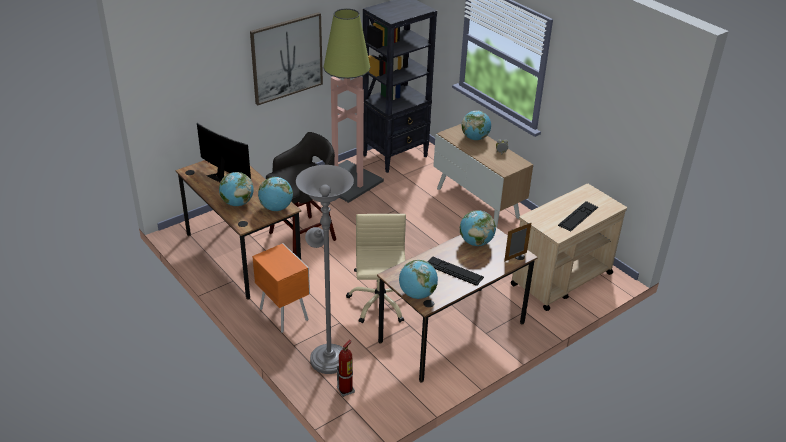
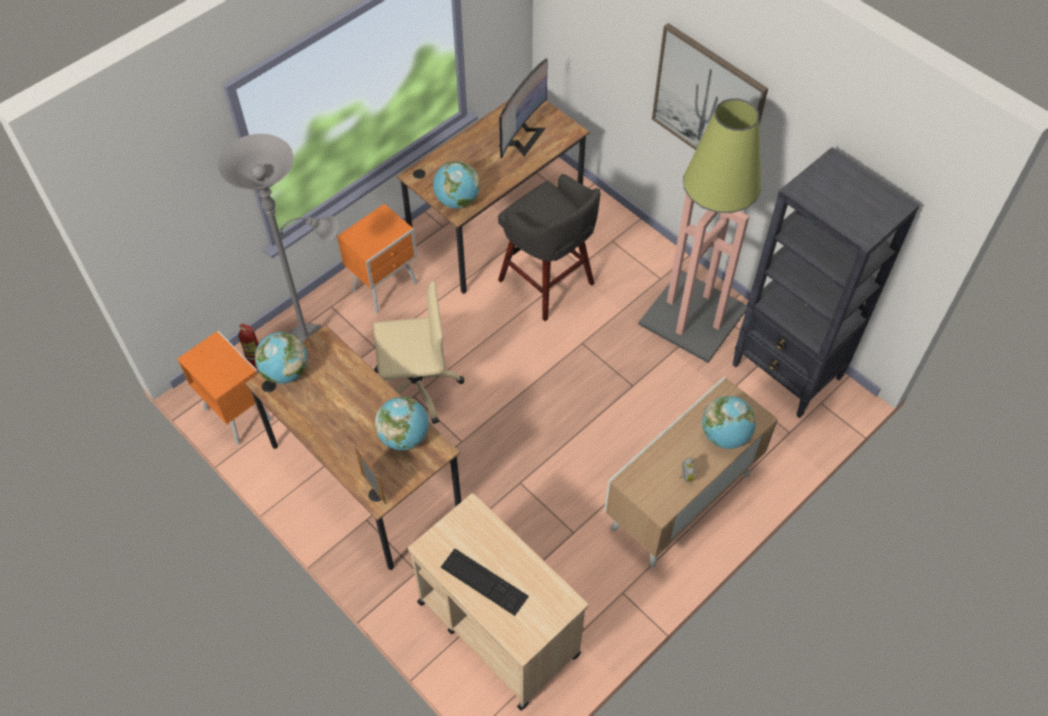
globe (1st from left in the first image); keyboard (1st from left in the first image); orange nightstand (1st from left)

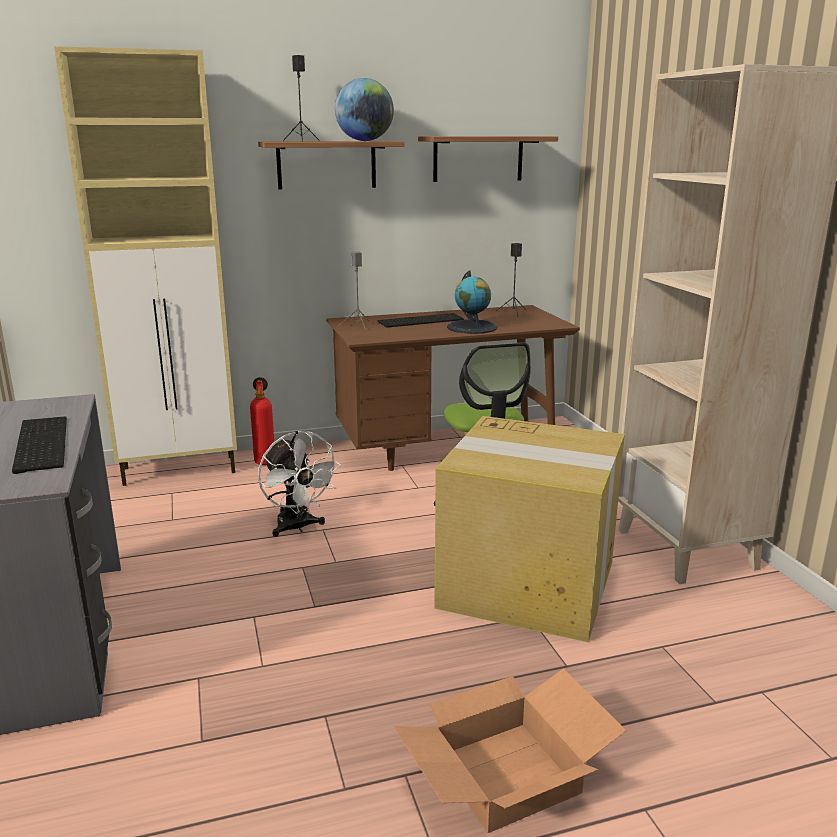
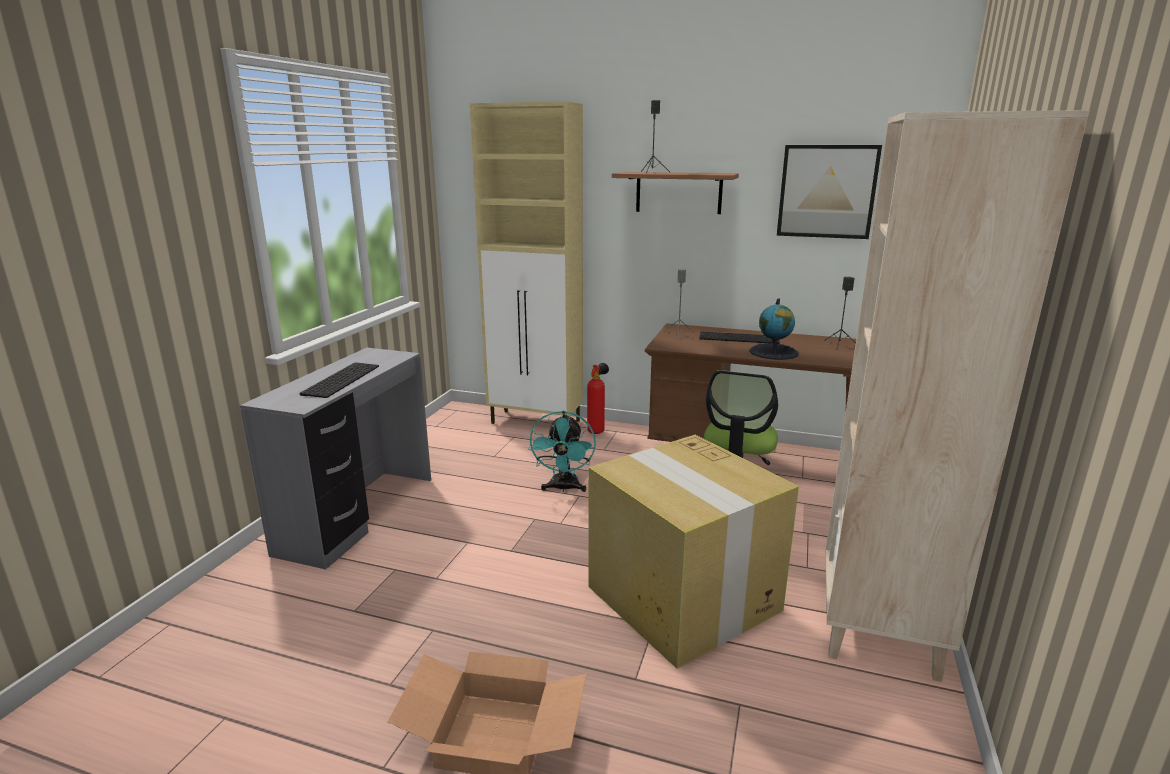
globe (1st from left in the first image); picture; turquoise fan

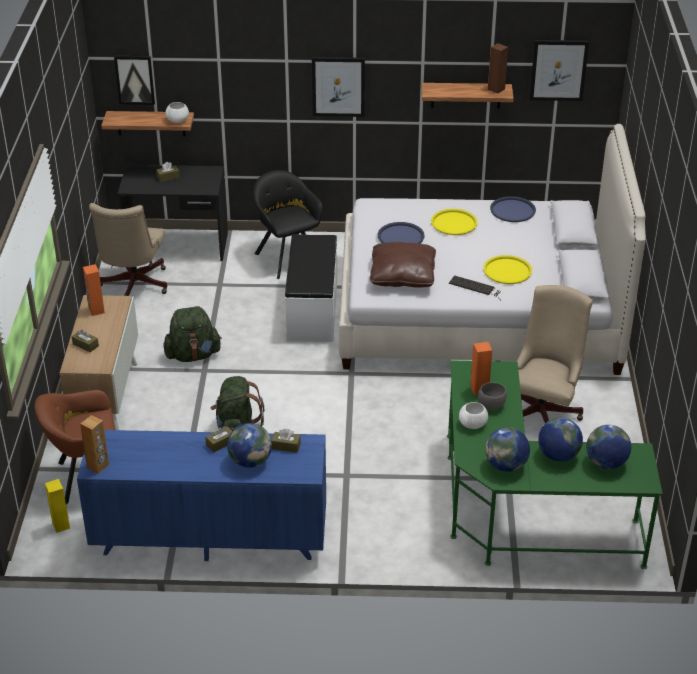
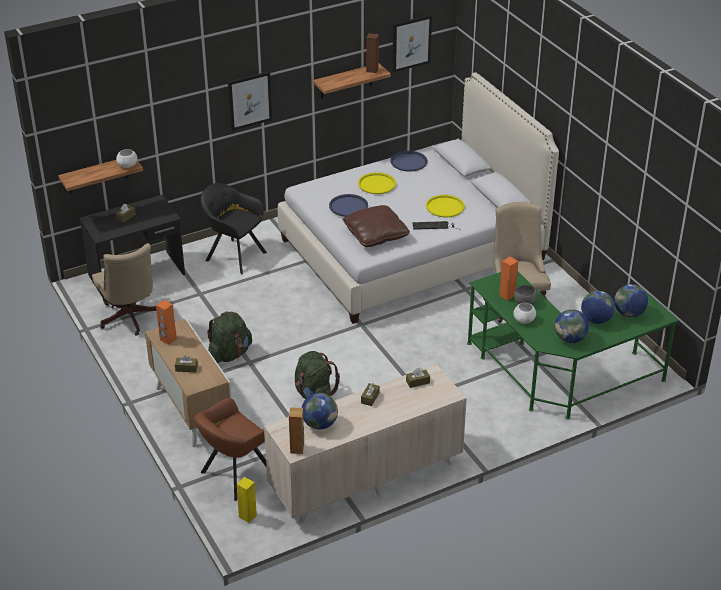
picture (1st from left in the first image); white bench; globe (1st from left); beige dresser

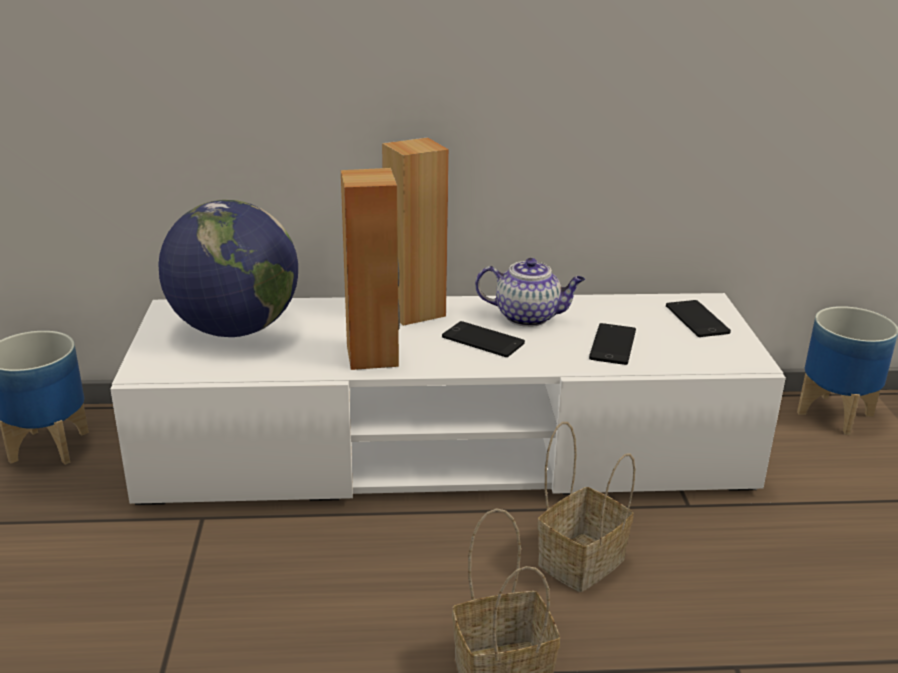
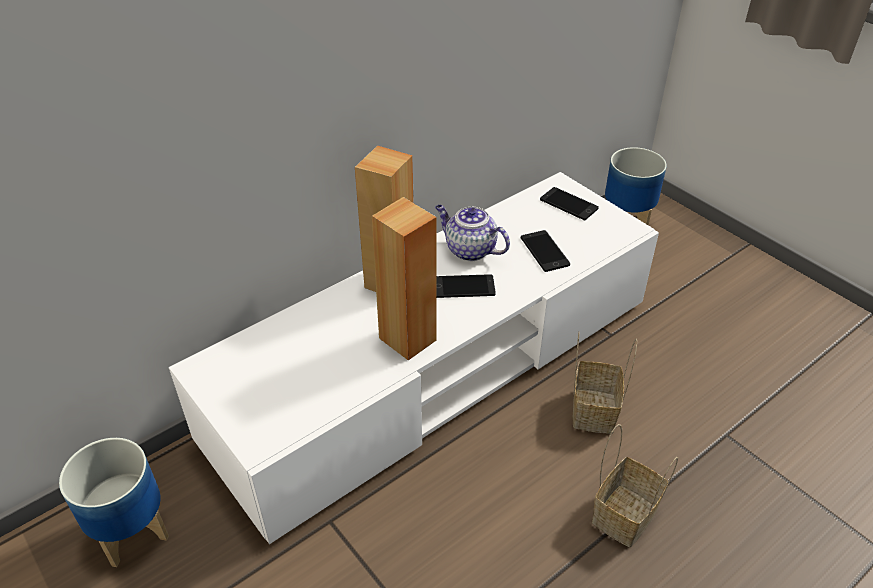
globe; teapot

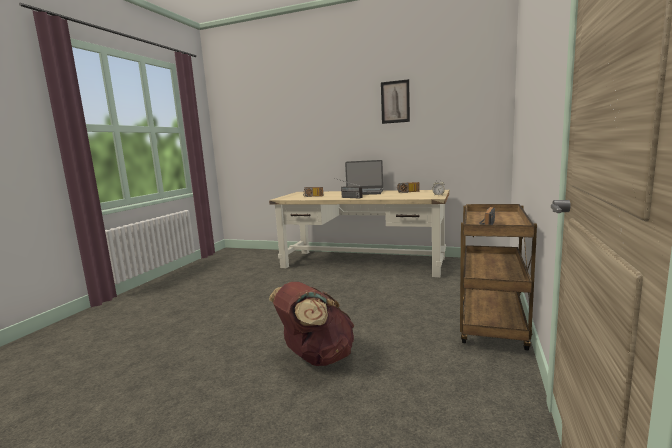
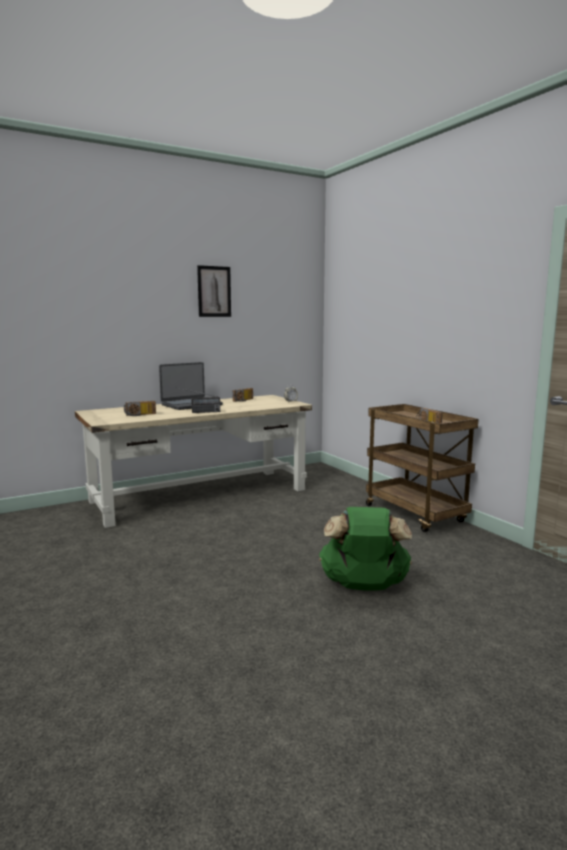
green backpack

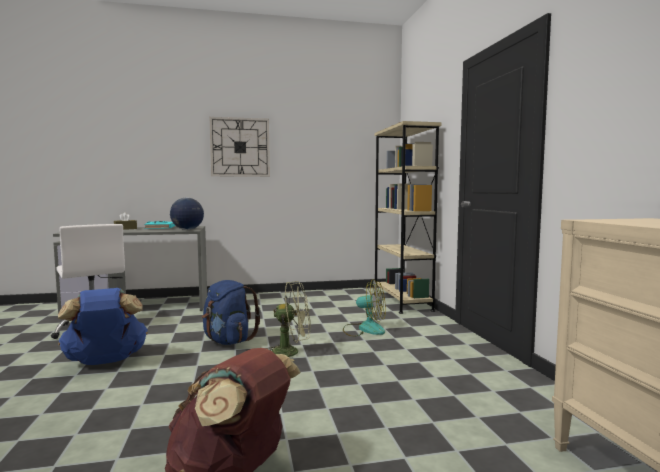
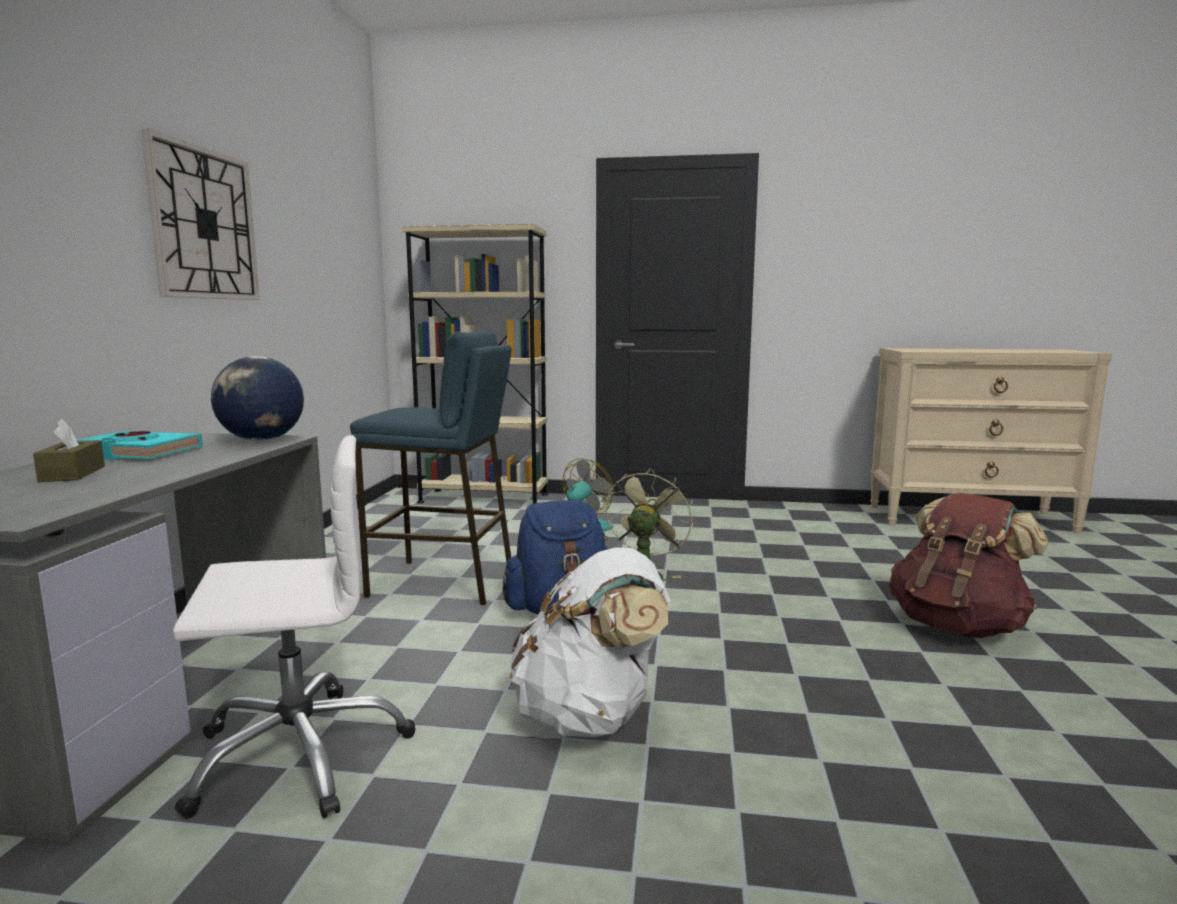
white backpack; blue stool

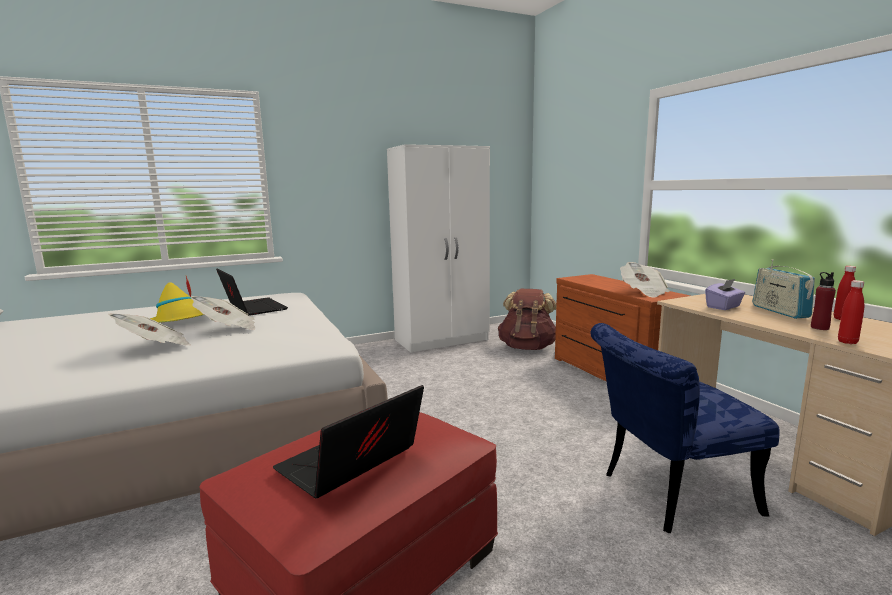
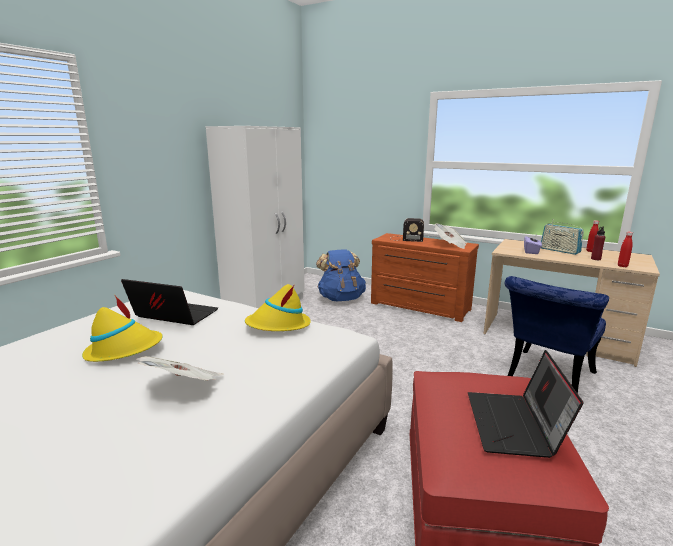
blue backpack; newspaper (2nd from left in the first image); radio (1st from left); yellow hat (2nd from left)

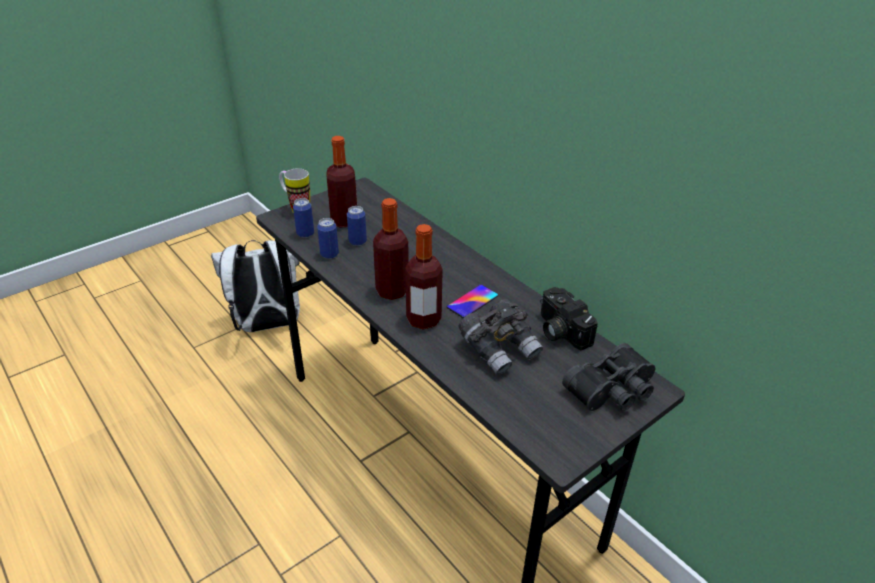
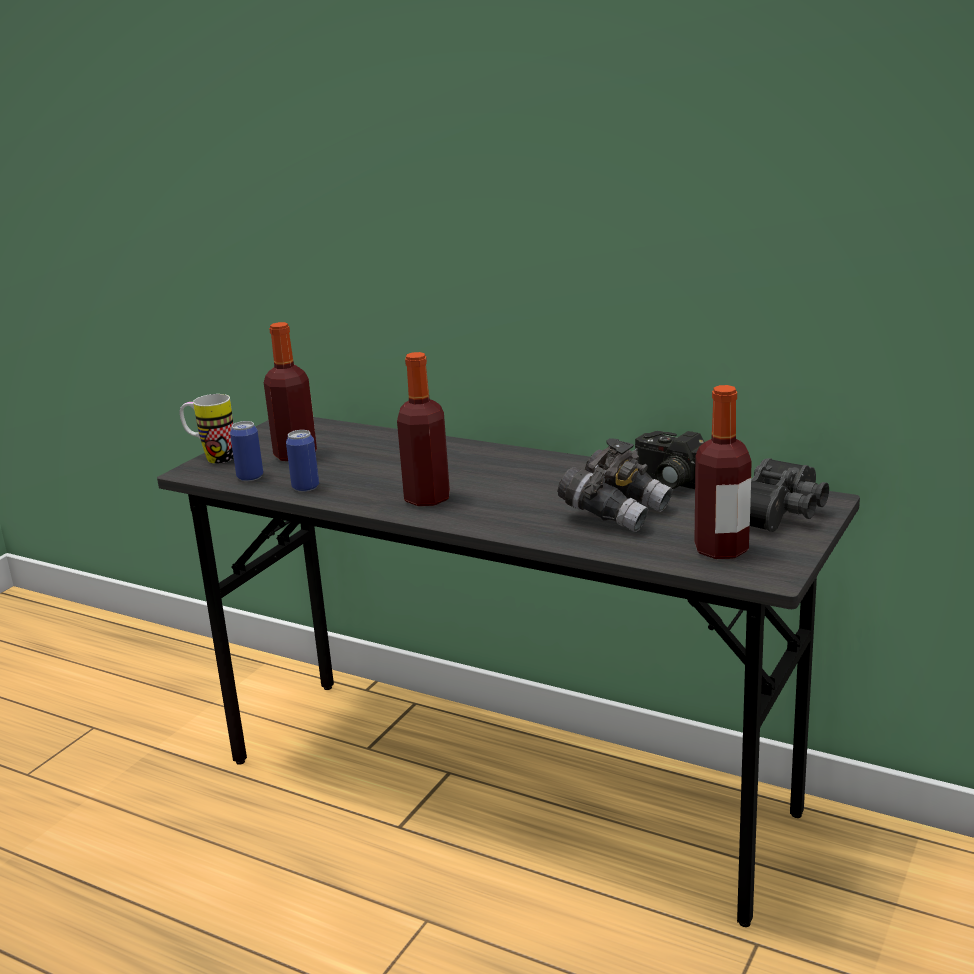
can (3rd from left in the first image); bottle (3rd from left); white backpack; phone

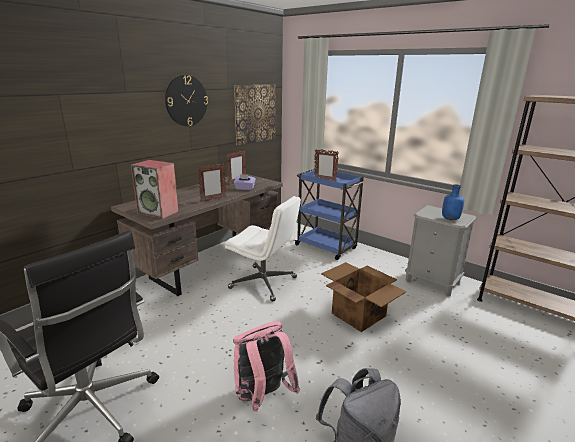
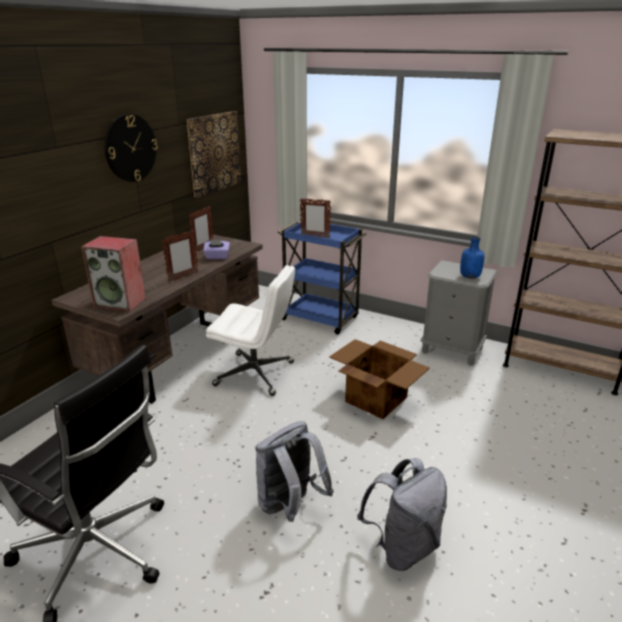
grey backpack (1st from left)

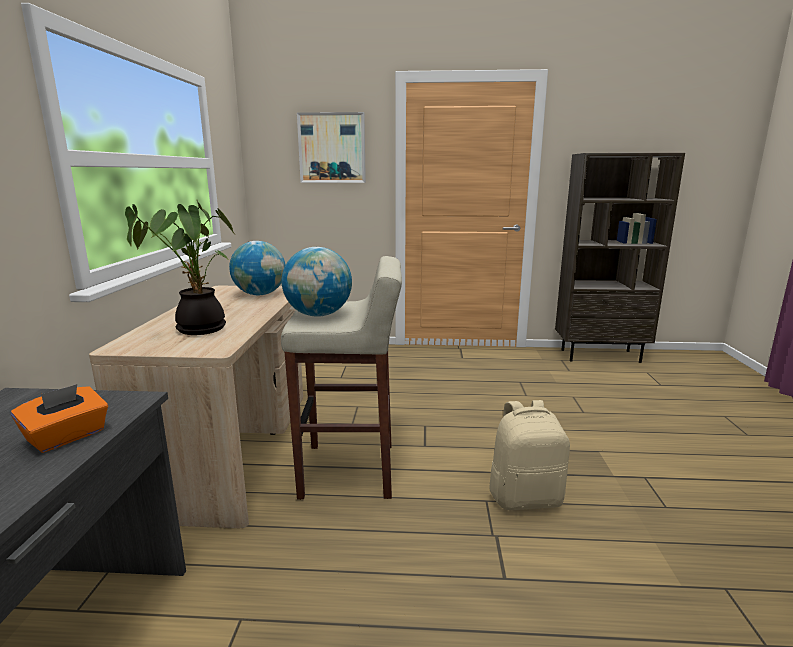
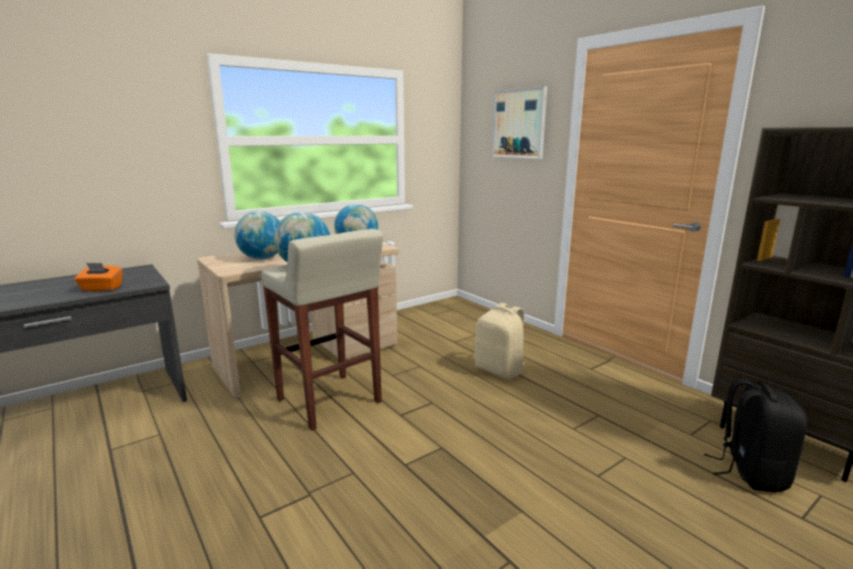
globe (1st from left); beige backpack; black backpack

